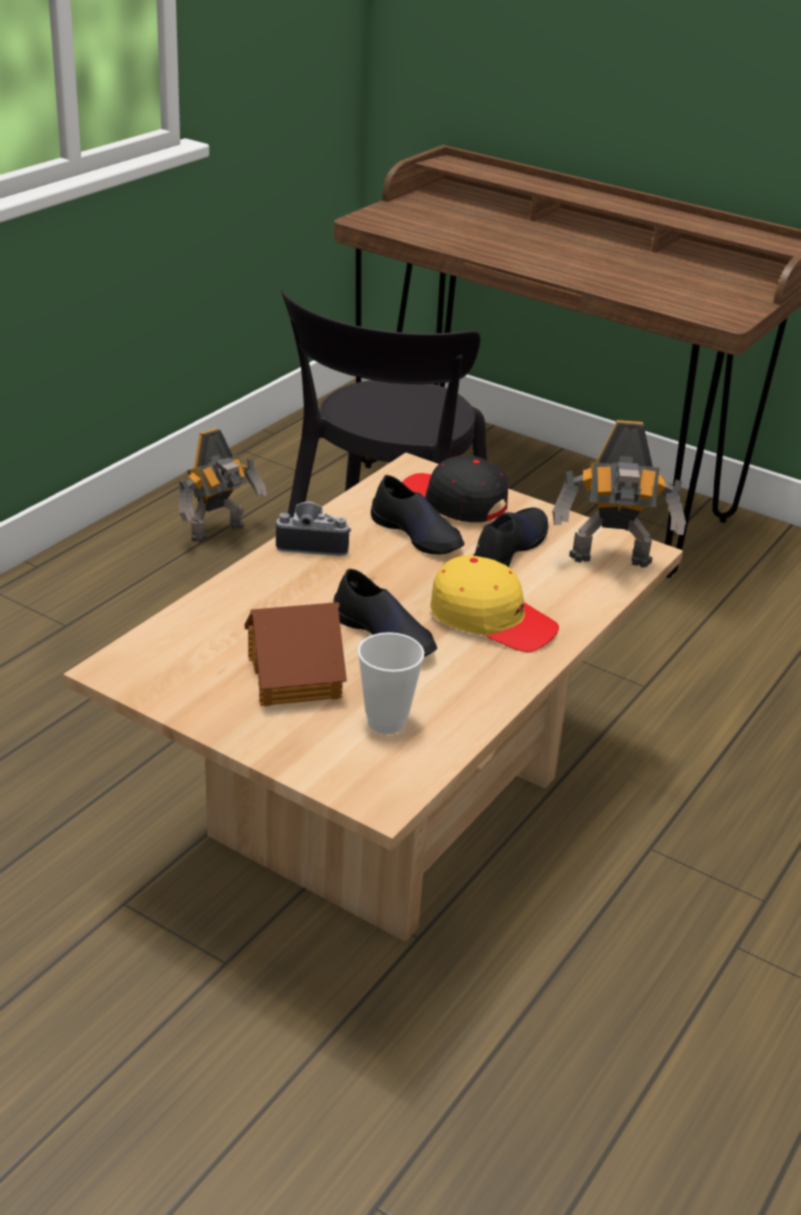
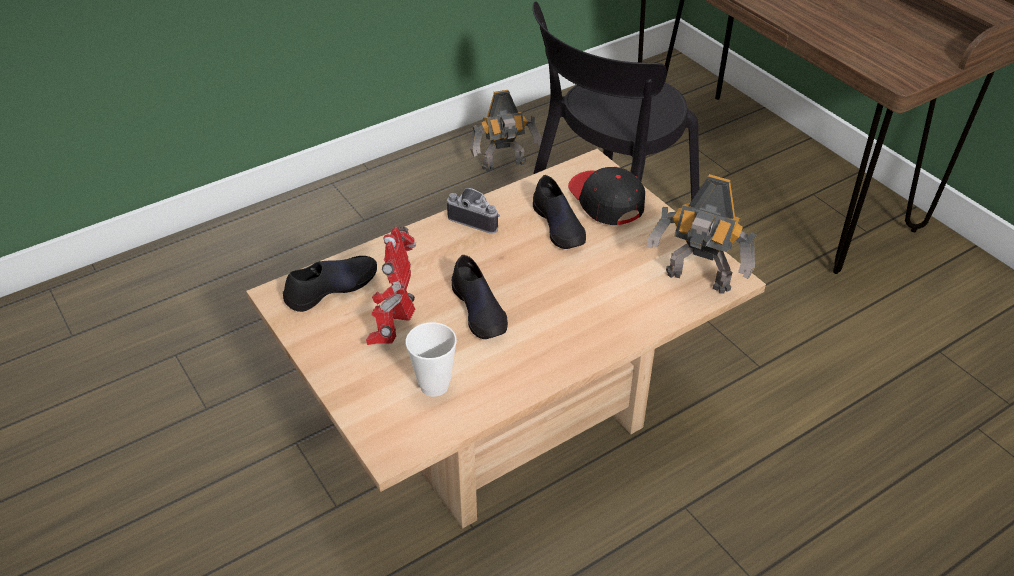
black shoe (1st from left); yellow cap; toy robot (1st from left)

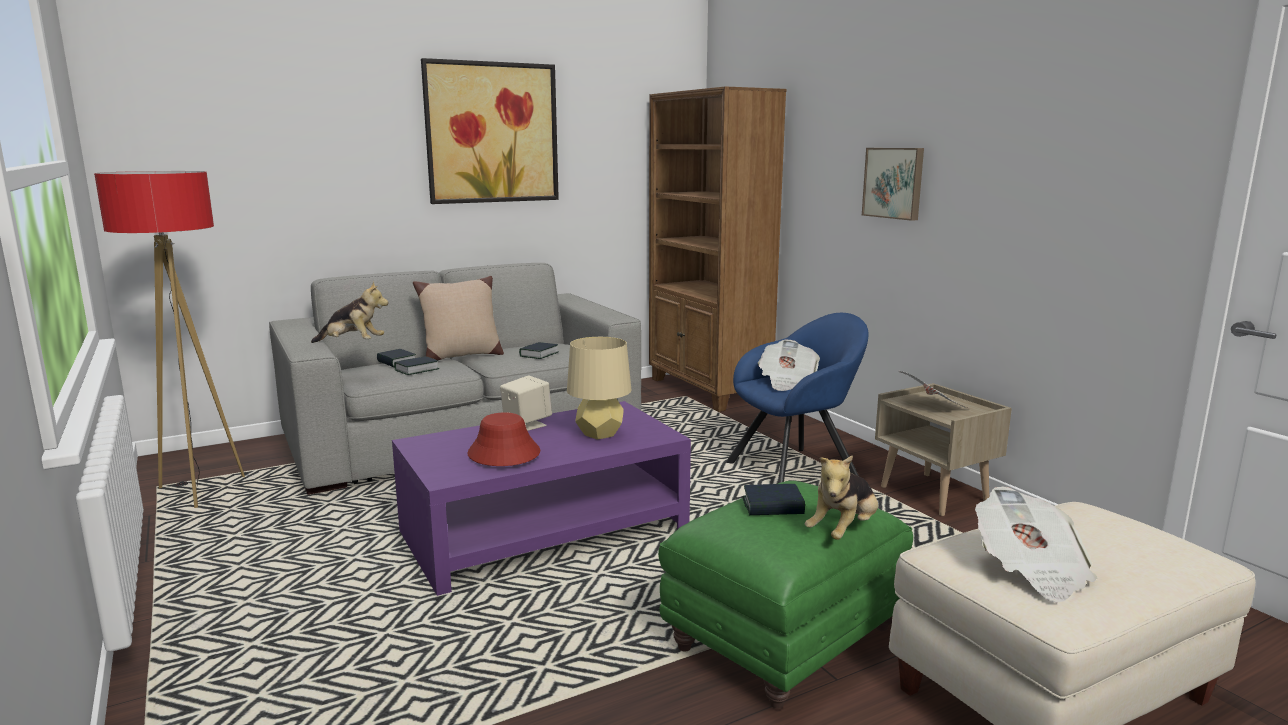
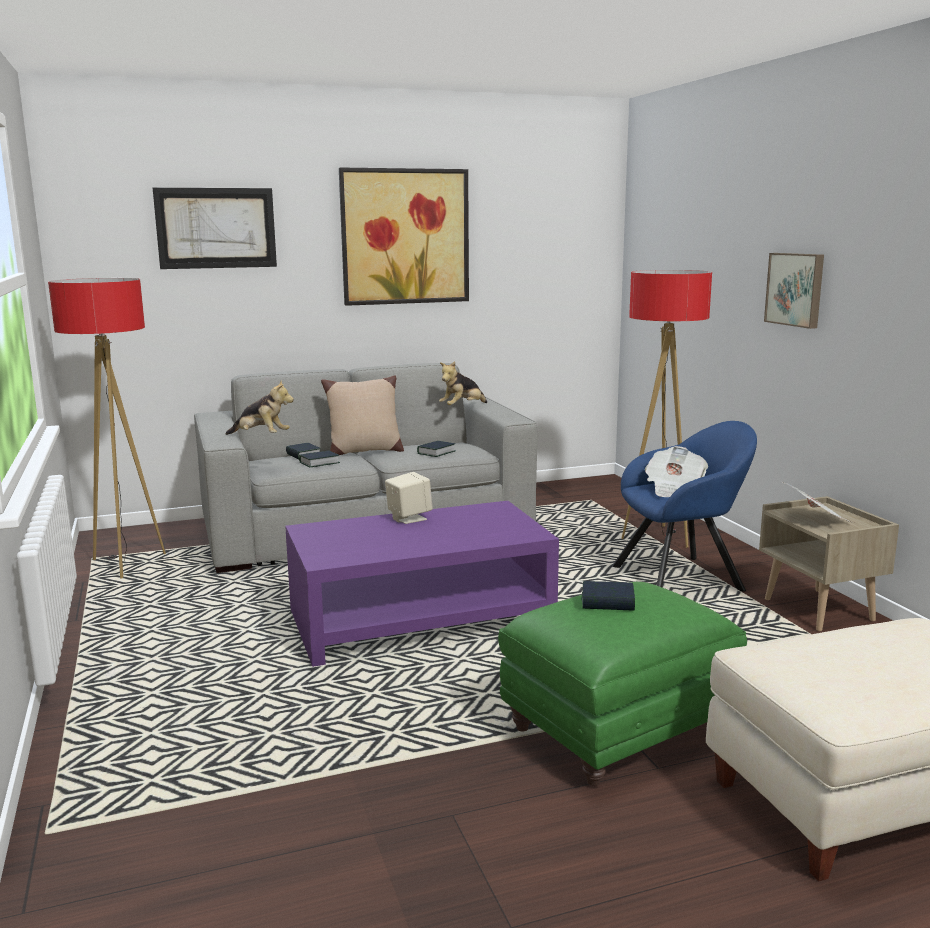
brown bookcase; beige table lamp; red hat; plush toy (2nd from left); newspaper (3rd from left in the first image); picture (1st from left); floor lamp (2nd from left)

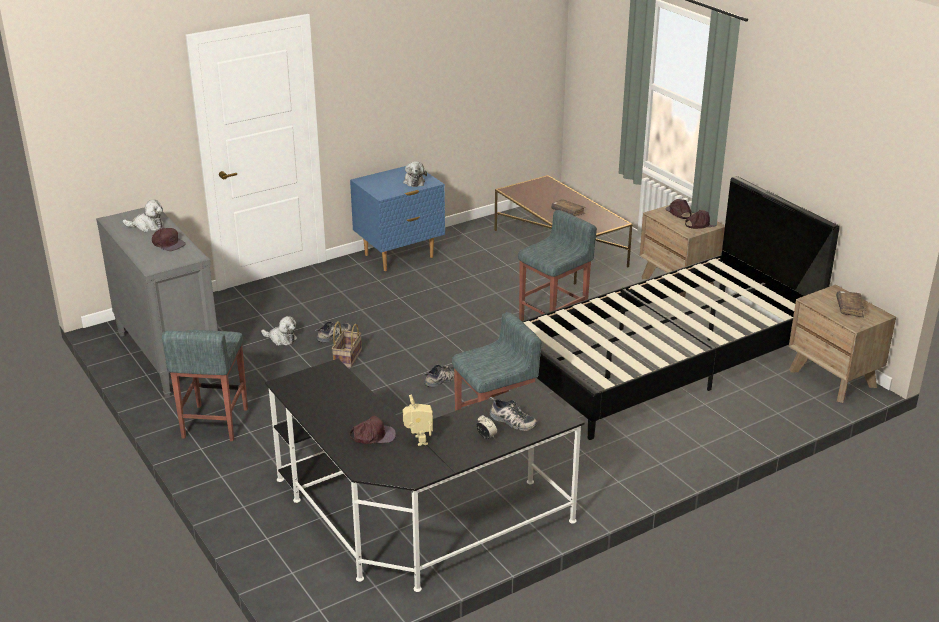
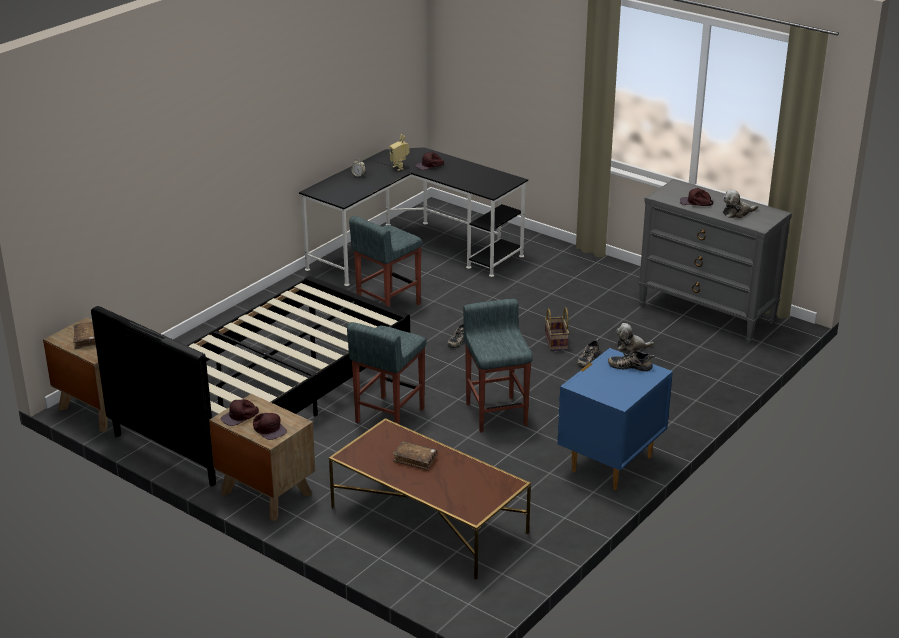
plush toy (3rd from left in the first image); grey stool (3rd from left); shoe (3rd from left)

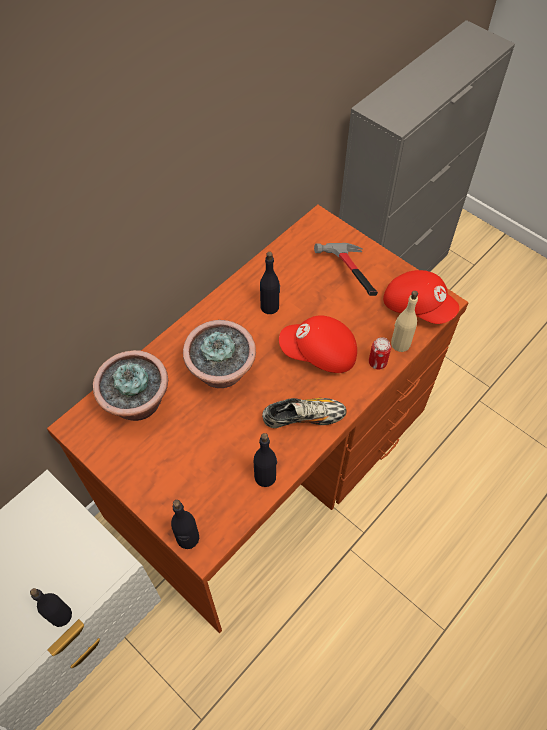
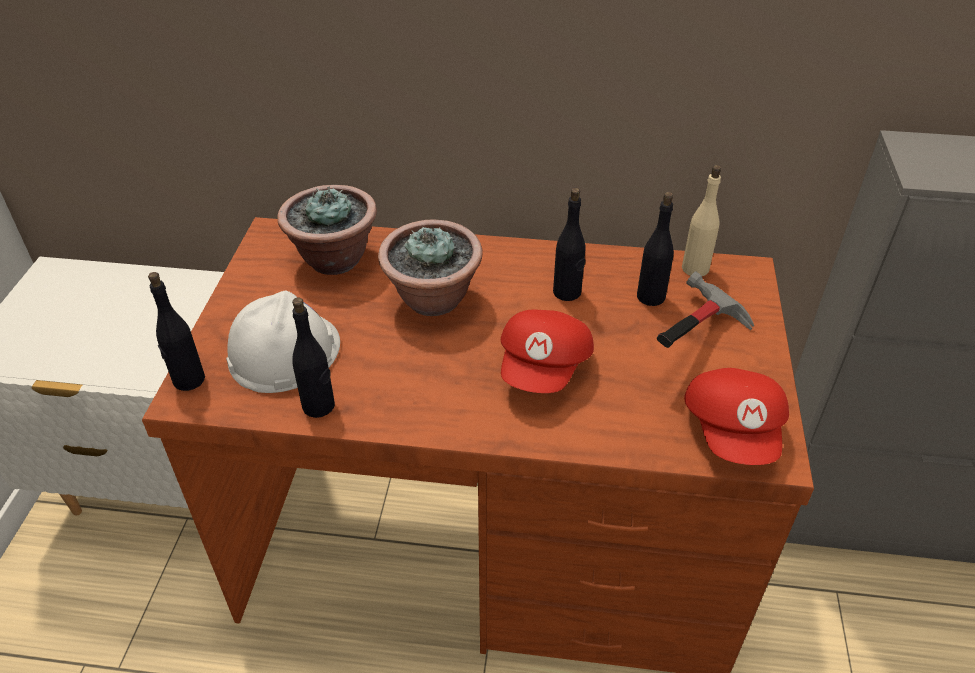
beige bottle; red cap (1st from left); can; shoe; black bottle (4th from left); white hard hat

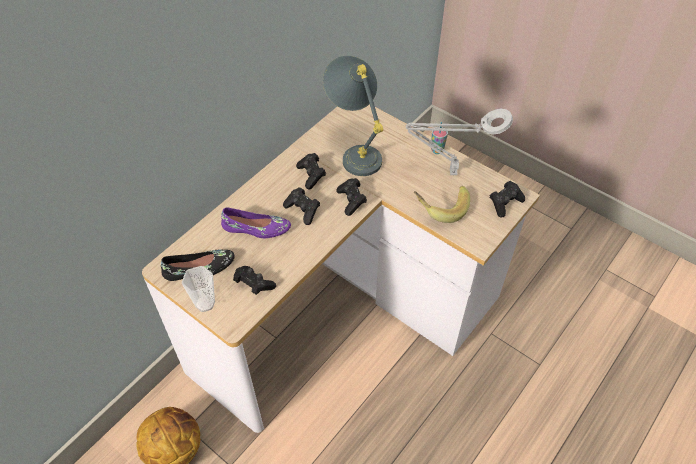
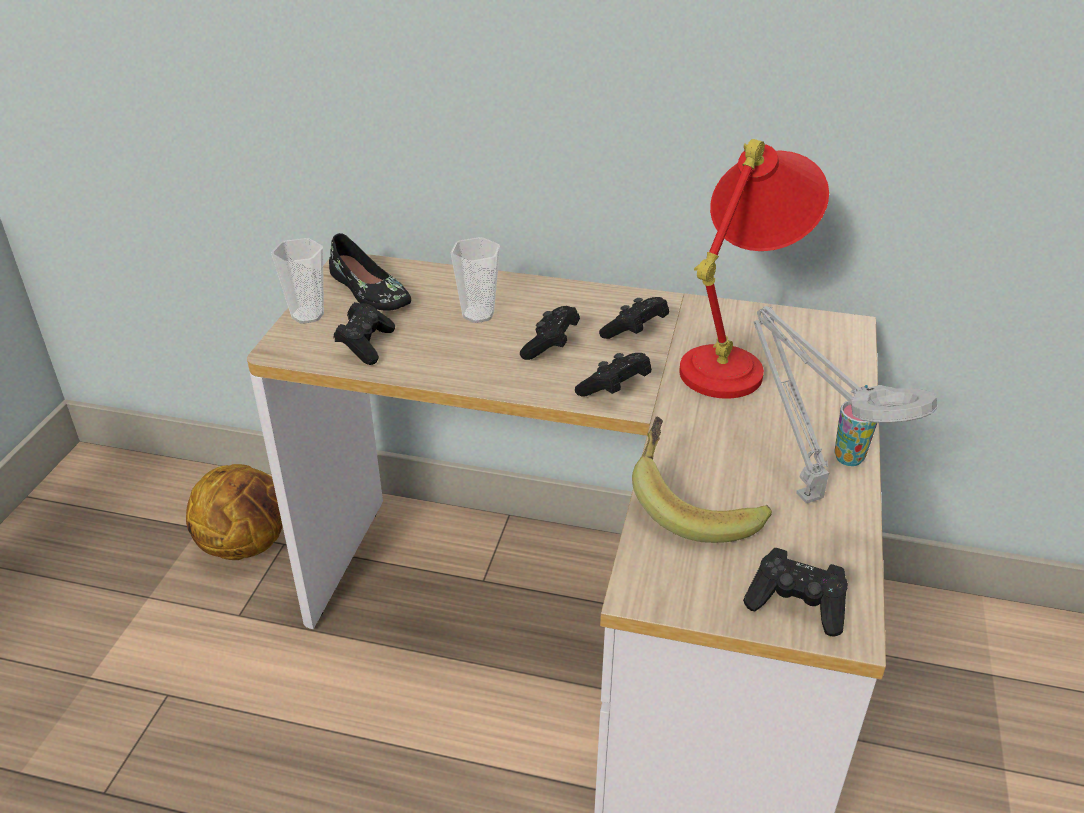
red table lamp; cup (2nd from left)

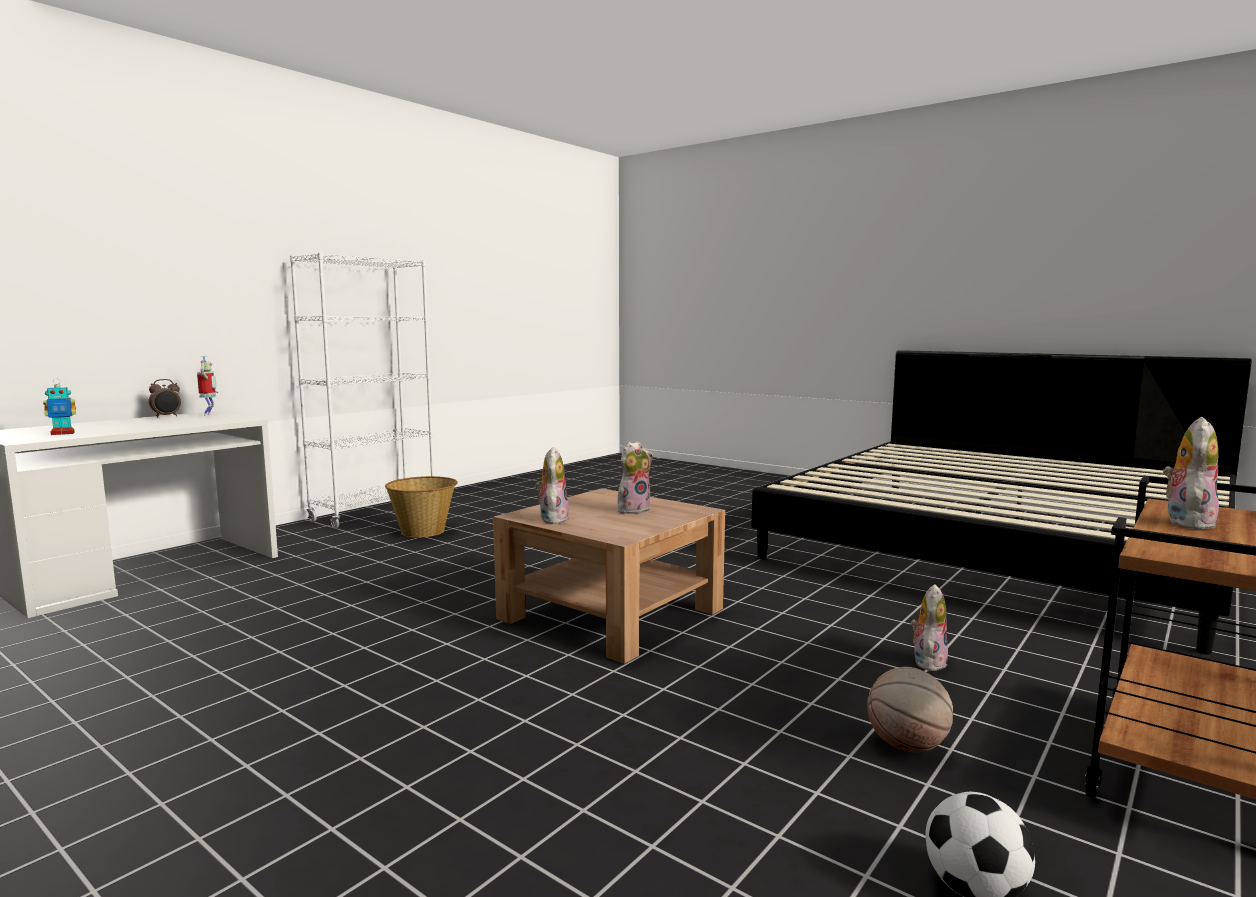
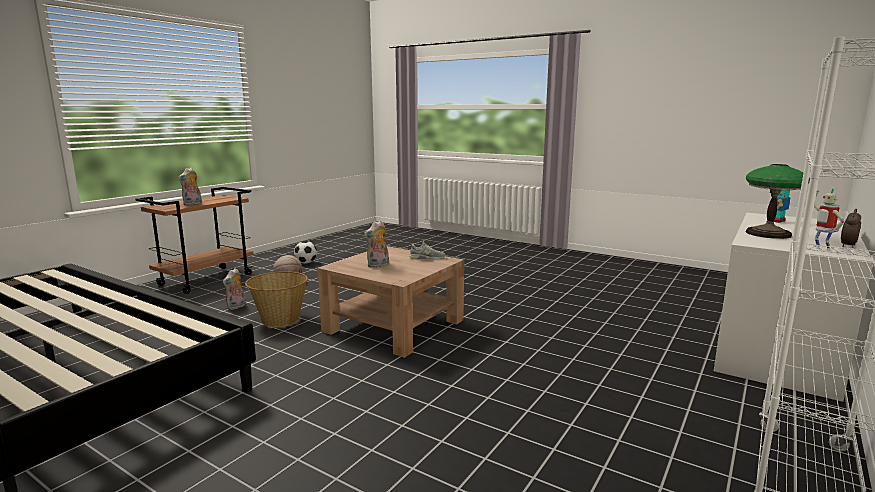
grey shoe; basket; table lamp

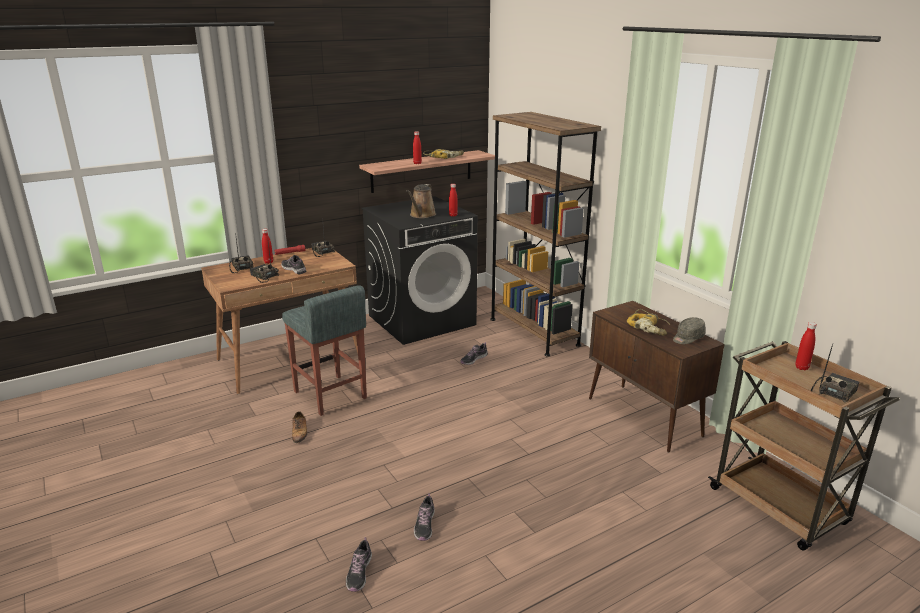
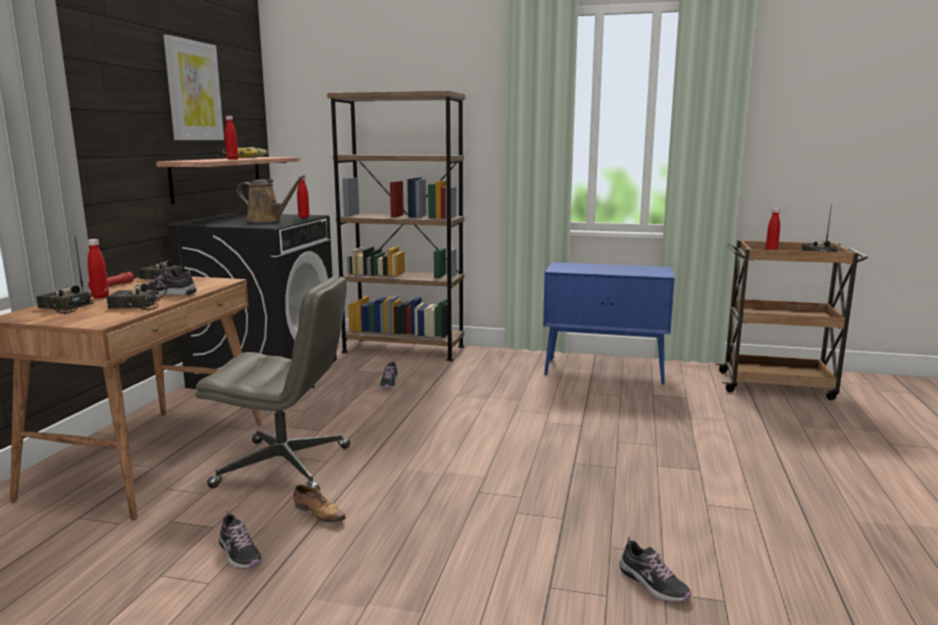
brown watering can; grey office chair; blue cabinet; power drill (2nd from left in the first image); grey cap; shoe (2nd from left); picture

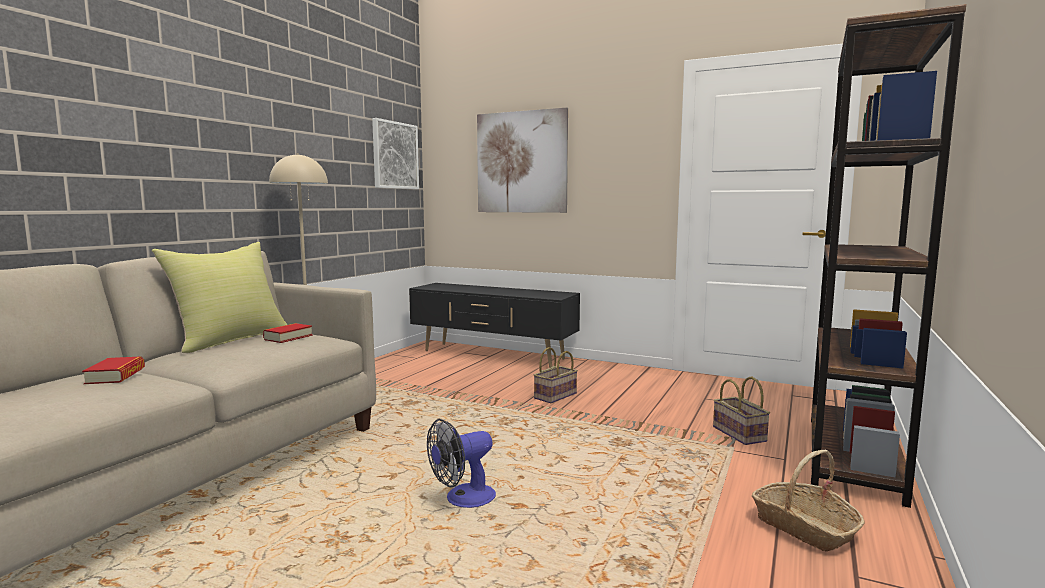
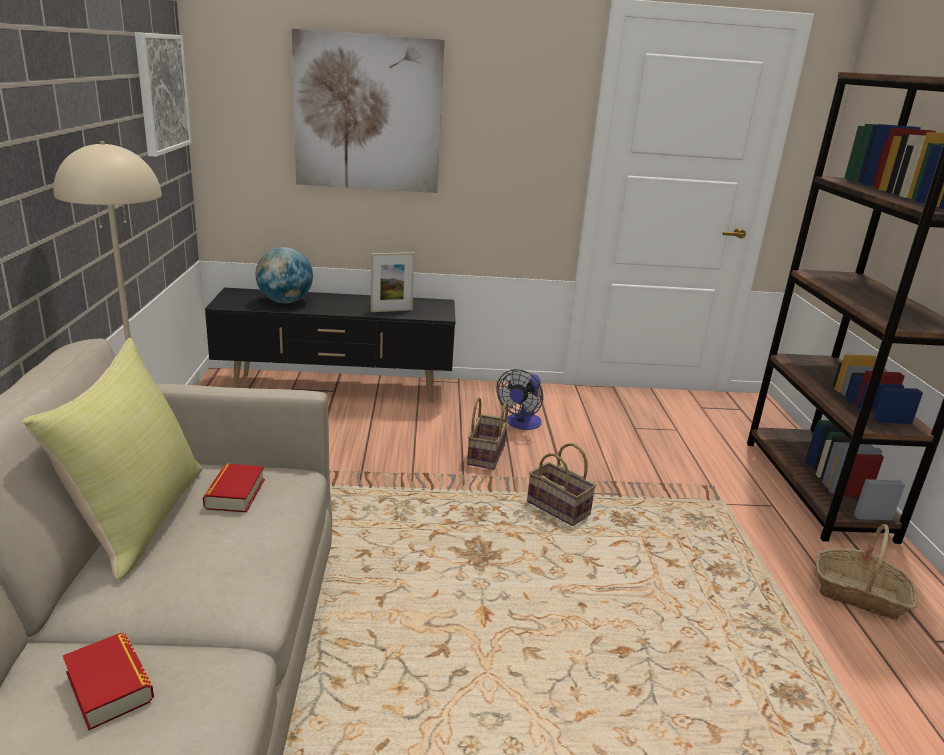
basket (2nd from left); fan; globe; picture frame

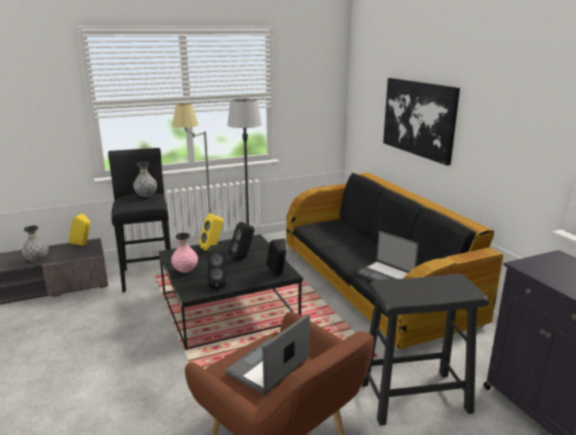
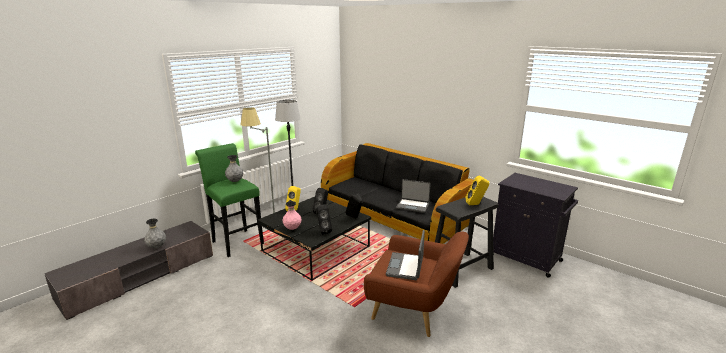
picture; green stool; yellow speaker (2nd from left)

